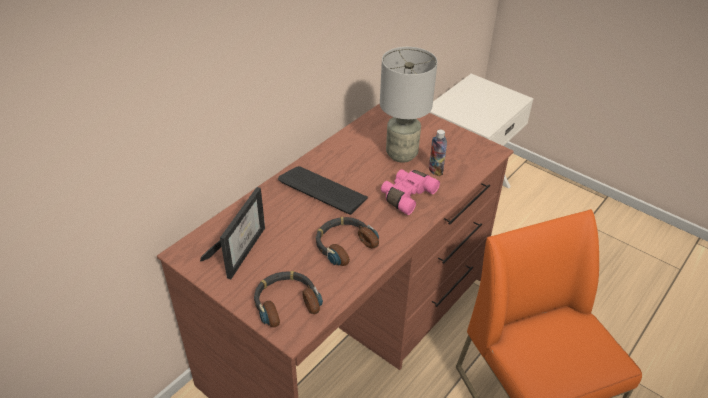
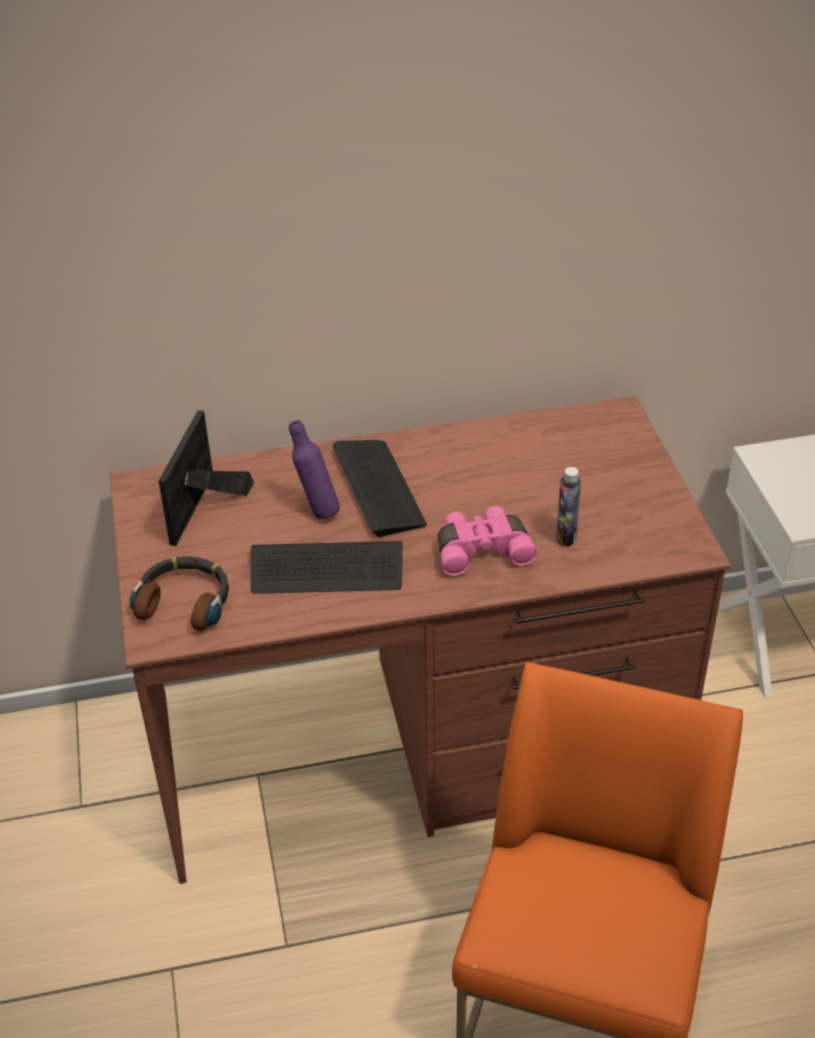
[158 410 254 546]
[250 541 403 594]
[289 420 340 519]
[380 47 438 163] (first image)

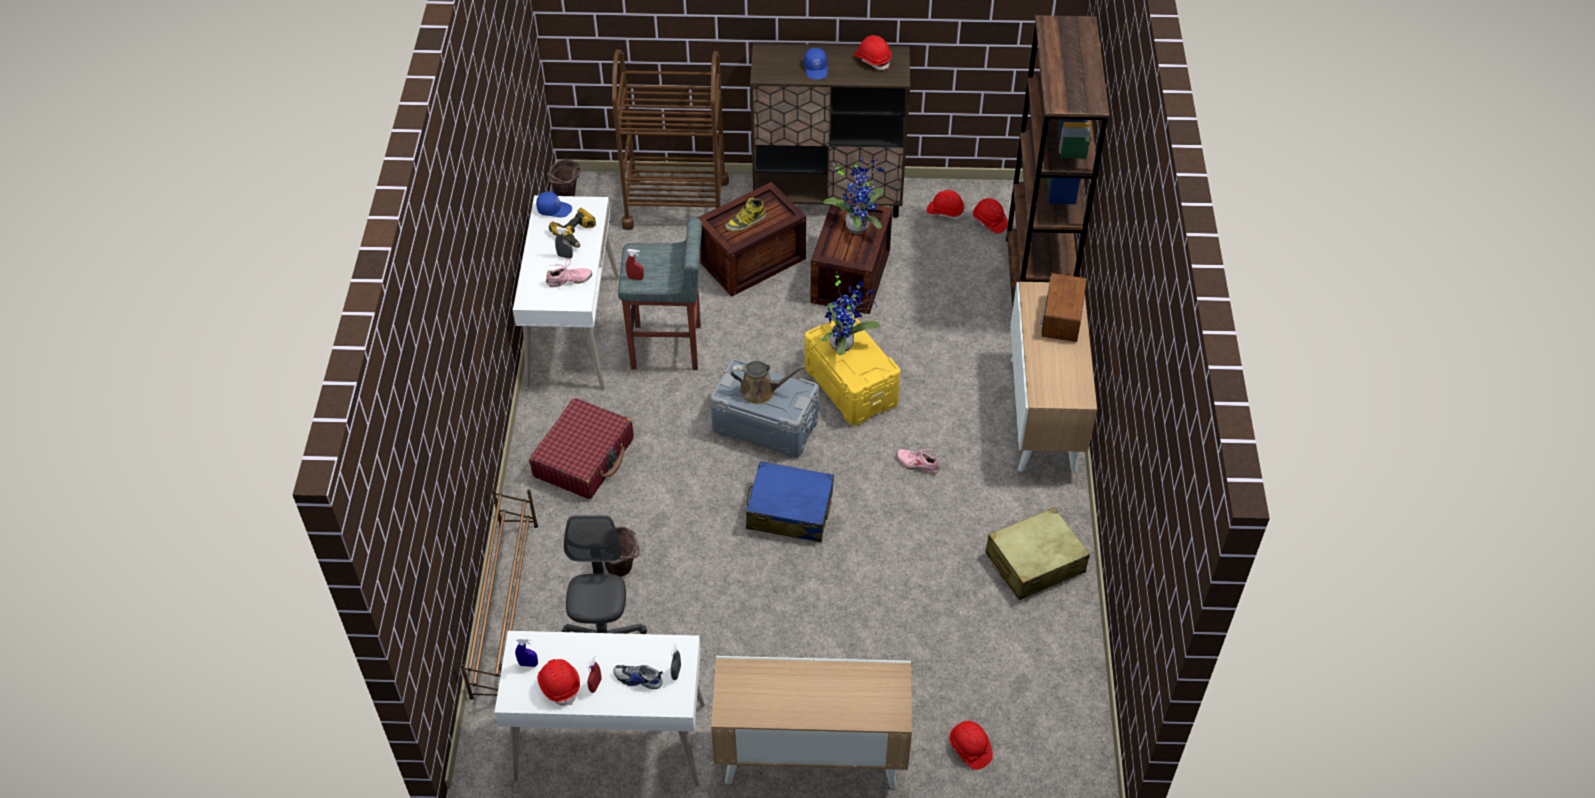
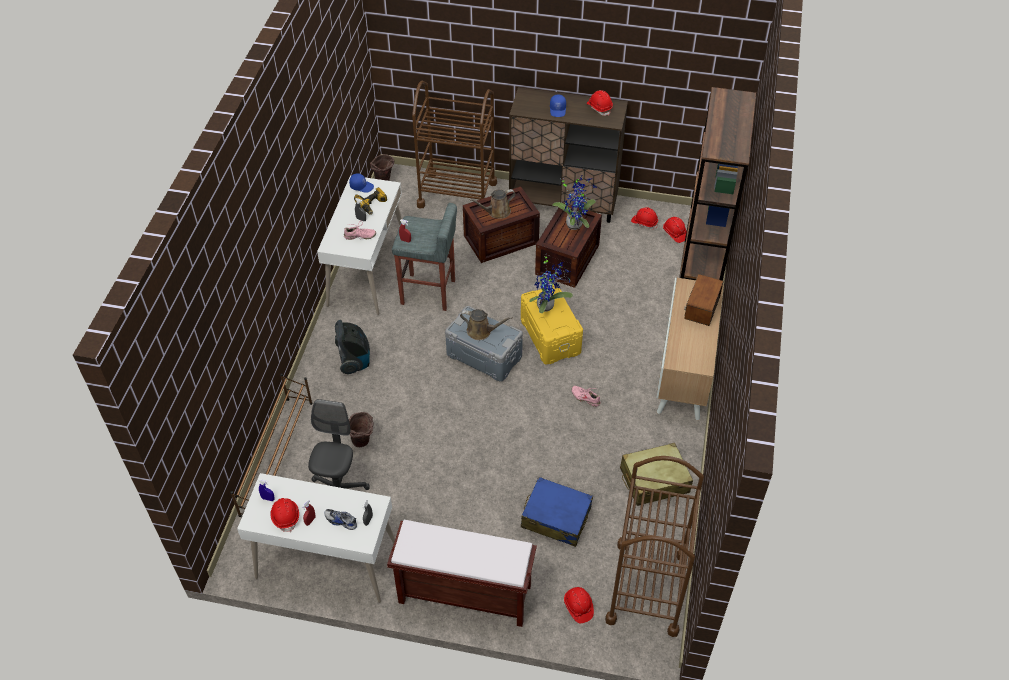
[335 320 370 374]
[387 520 537 627]
[469 189 515 218]
[521 477 593 547]
[605 456 704 637]

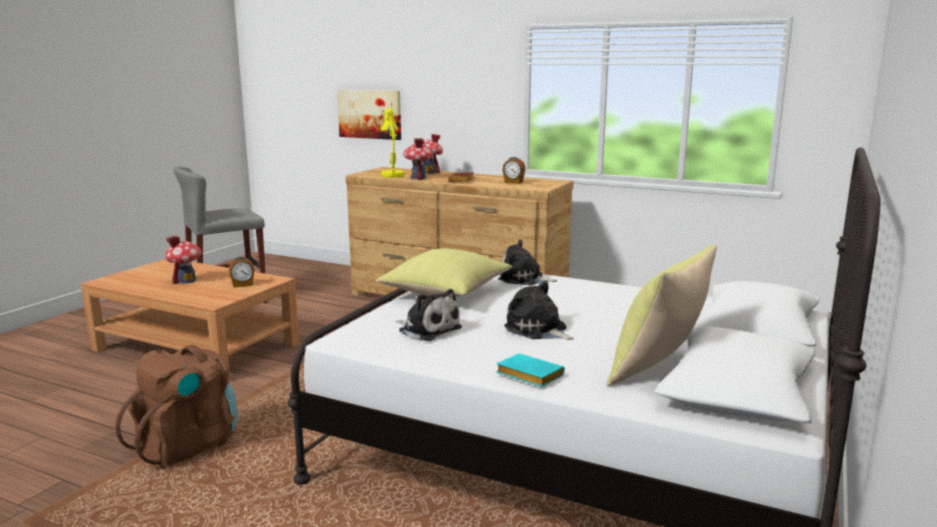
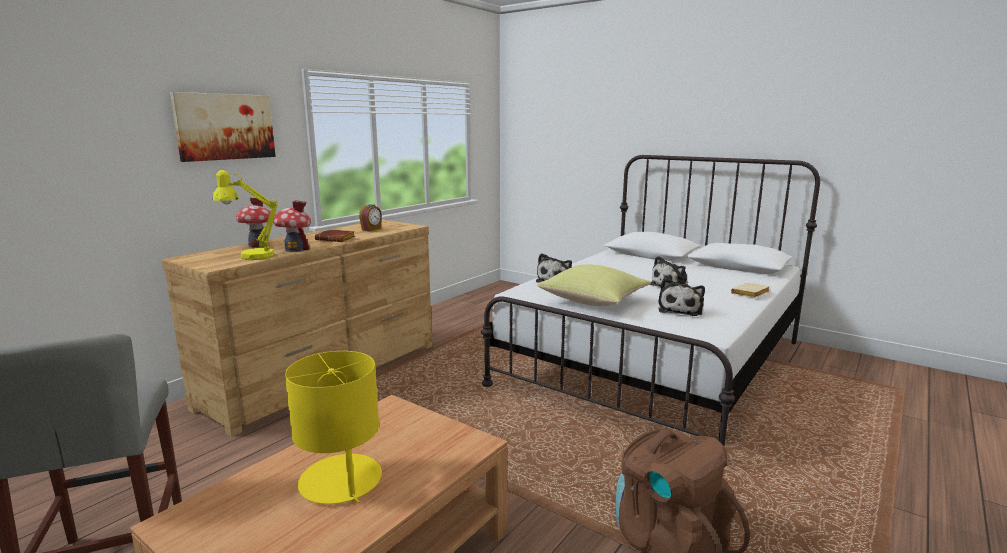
[170 92 276 162]
[285 351 382 504]
[658 278 705 316]
[731 283 770 298]
[229 257 254 287] (first image)
[607 244 717 386] (first image)

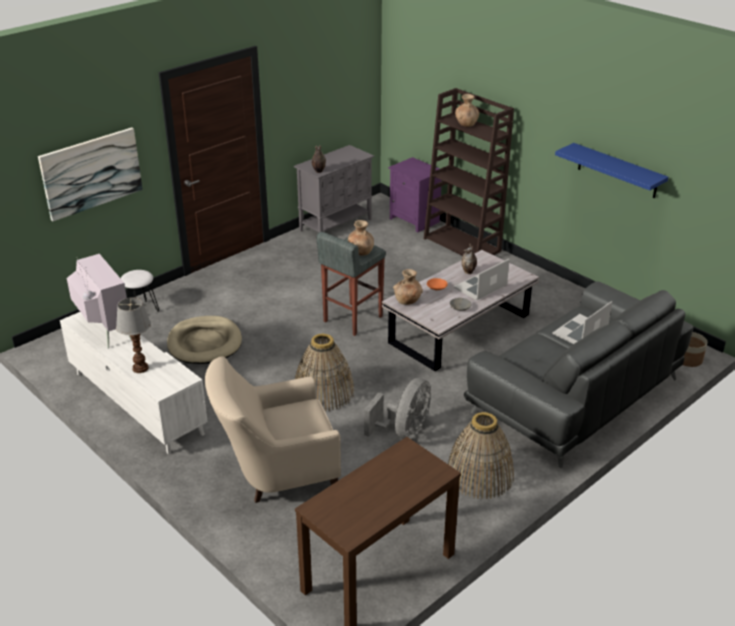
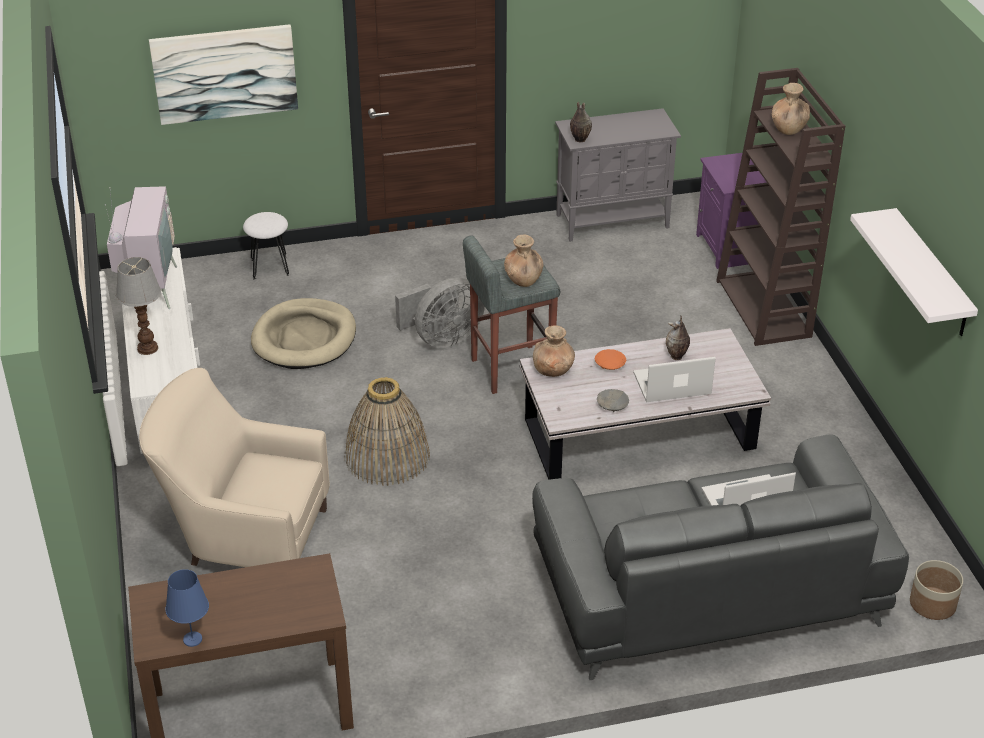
[165 569 209 647]
[395 277 485 348]
[850 208 978 336]
[448 412 514 499] (first image)

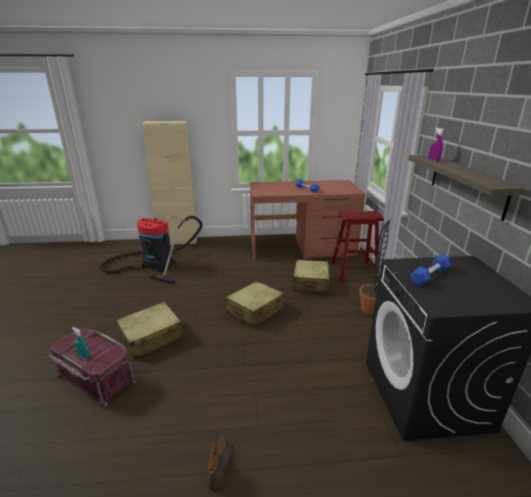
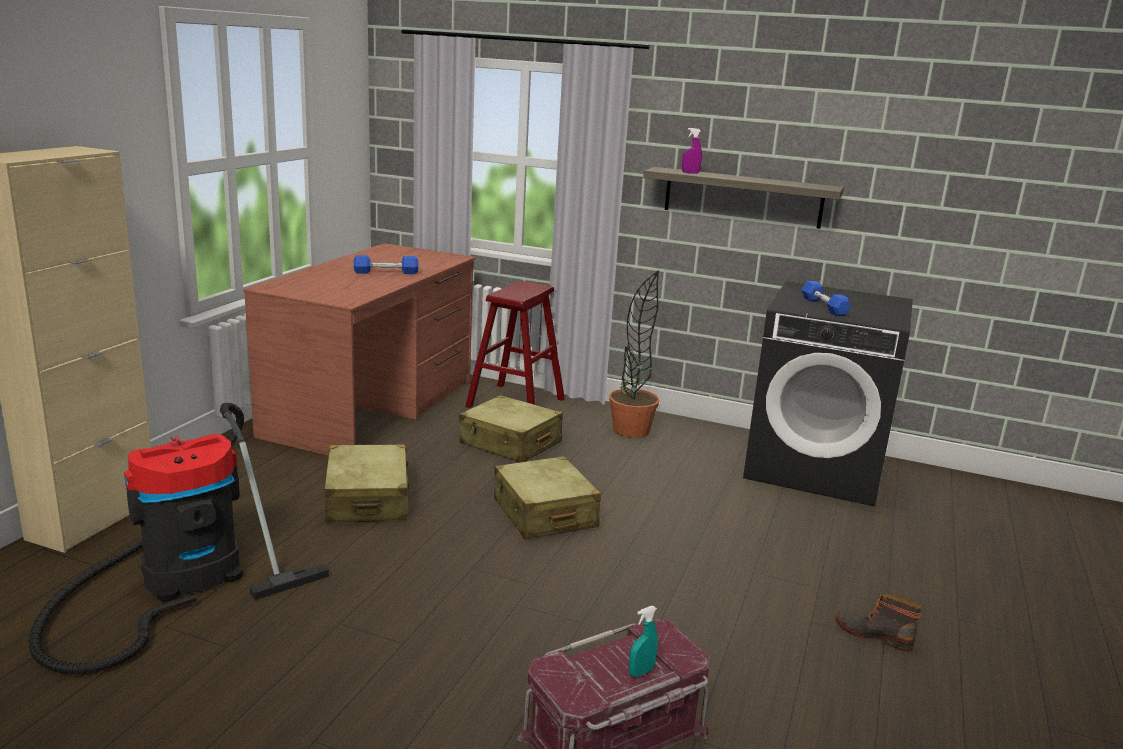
[324 444 411 522]

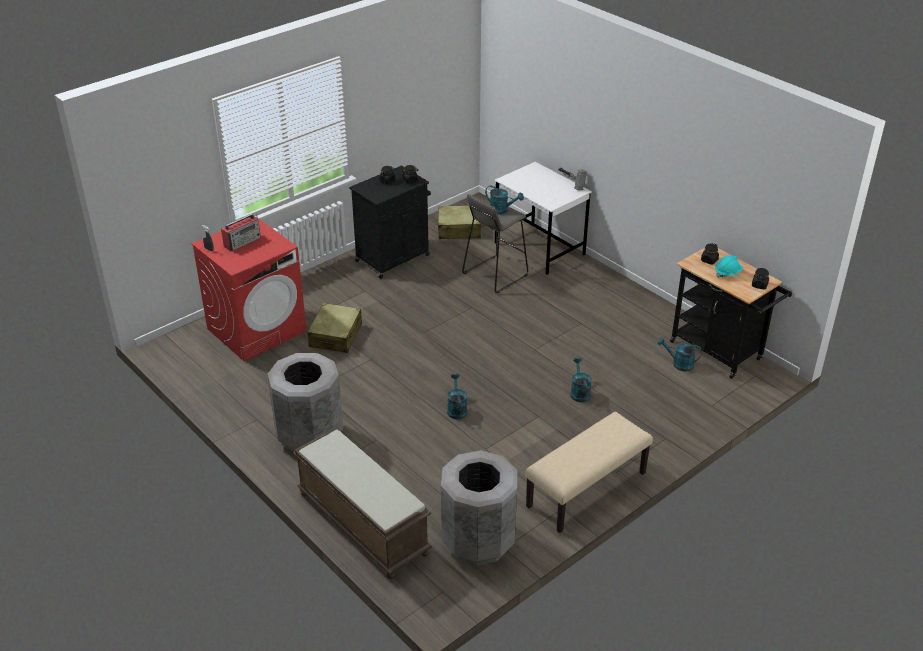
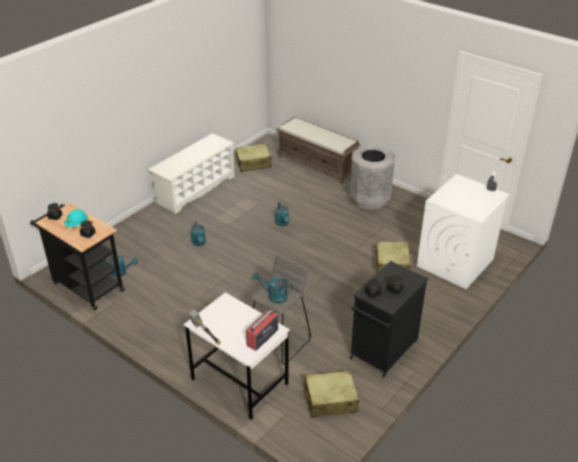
[148 133 235 214]
[235 143 272 172]
[246 310 278 351]
[417 174 510 289]

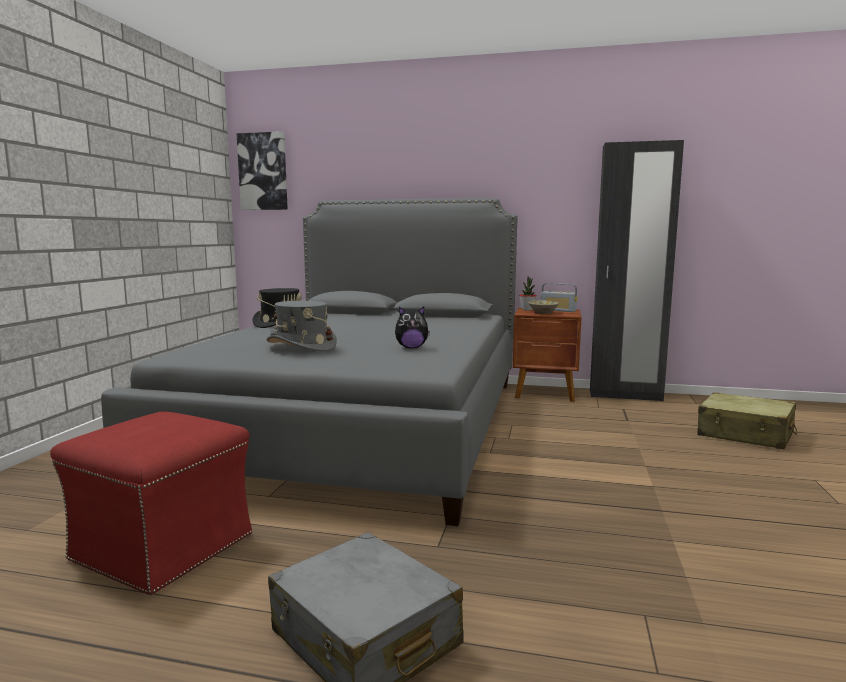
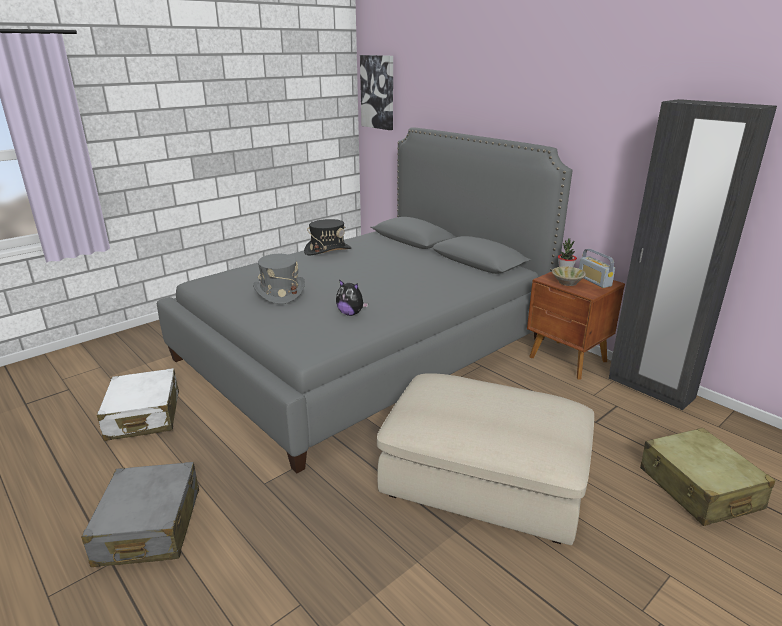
[97 368 179 441]
[377 373 594 545]

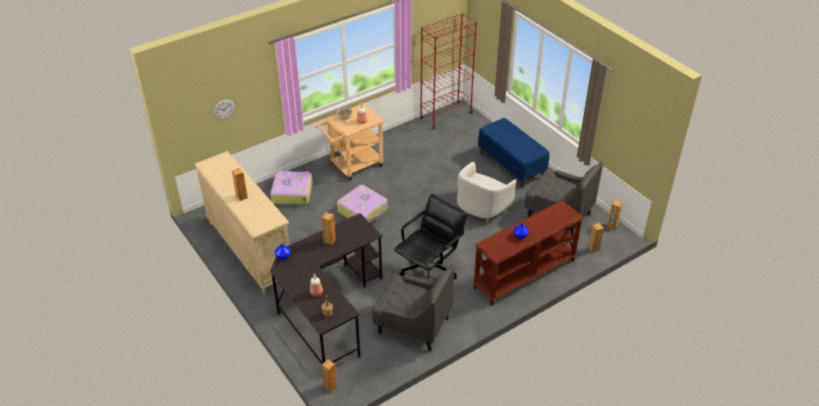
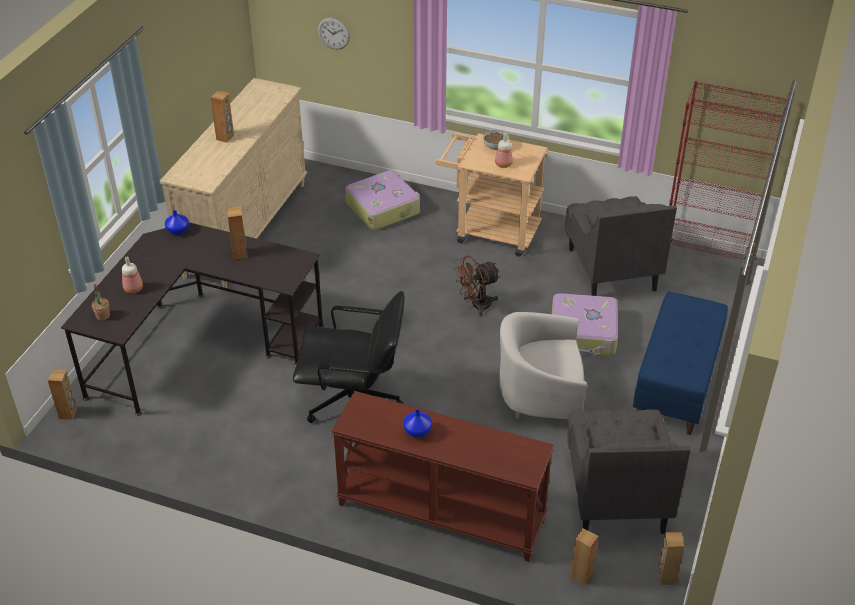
[453 255 500 316]
[552 293 618 356]
[565 196 677 296]

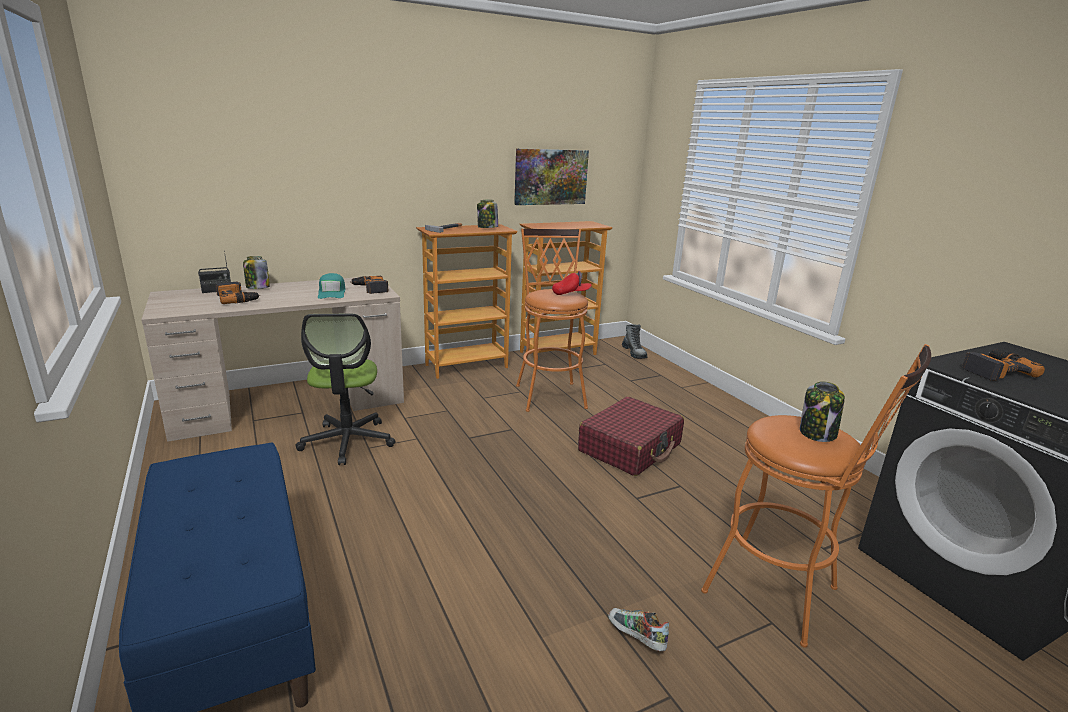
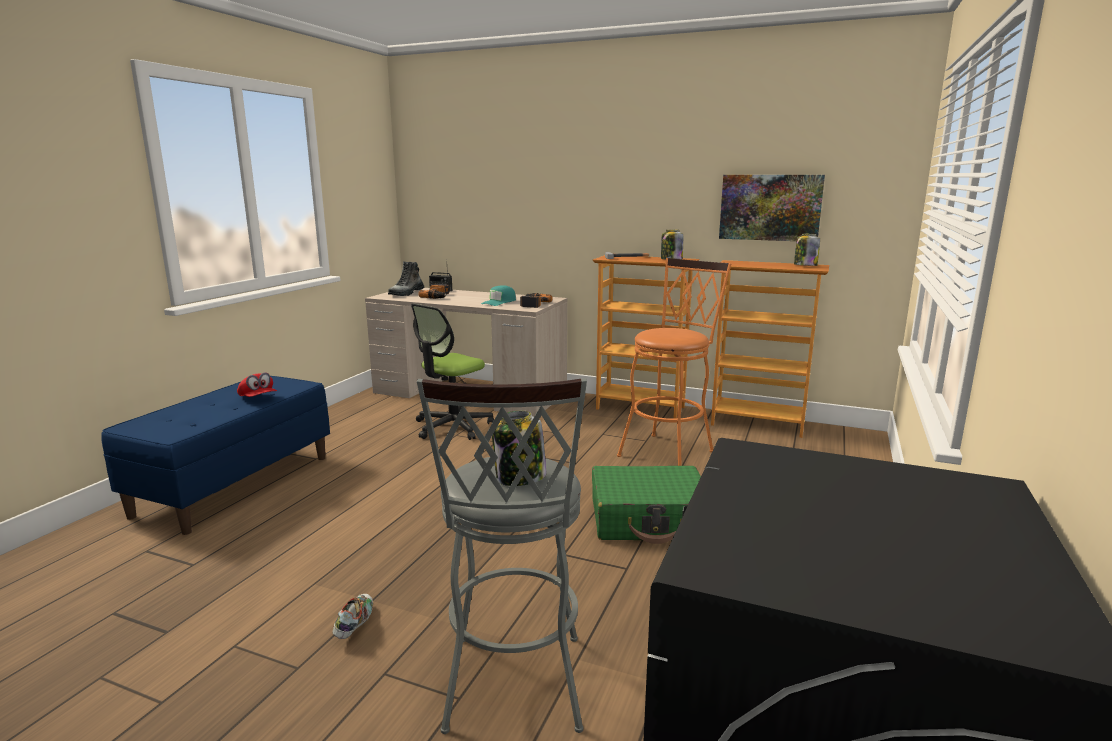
[237 372 277 397]
[388 261 424 296]
[417 378 587 734]
[592 466 701 544]
[794 233 820 266]
[962 349 1045 381] (first image)

